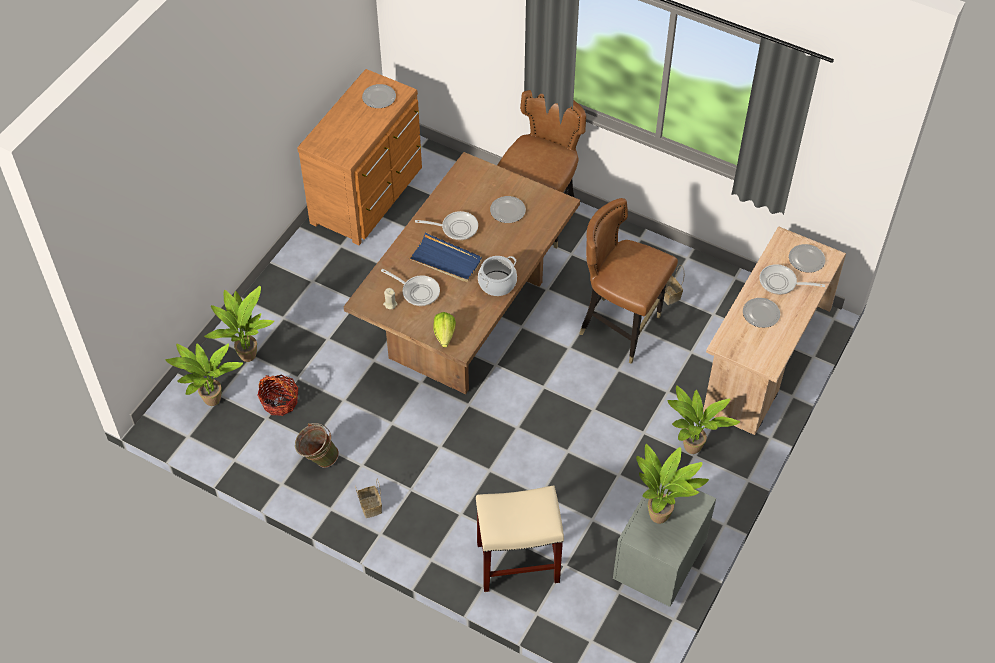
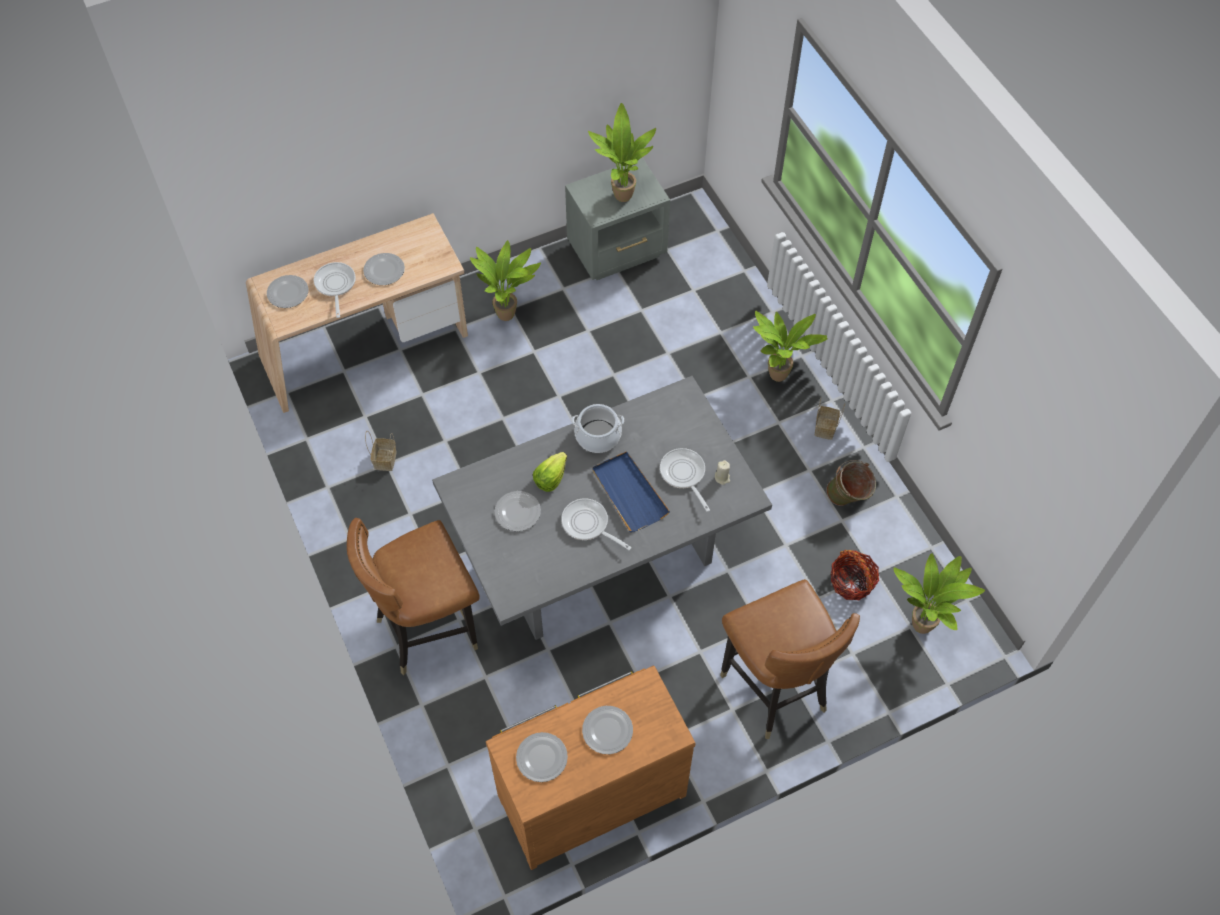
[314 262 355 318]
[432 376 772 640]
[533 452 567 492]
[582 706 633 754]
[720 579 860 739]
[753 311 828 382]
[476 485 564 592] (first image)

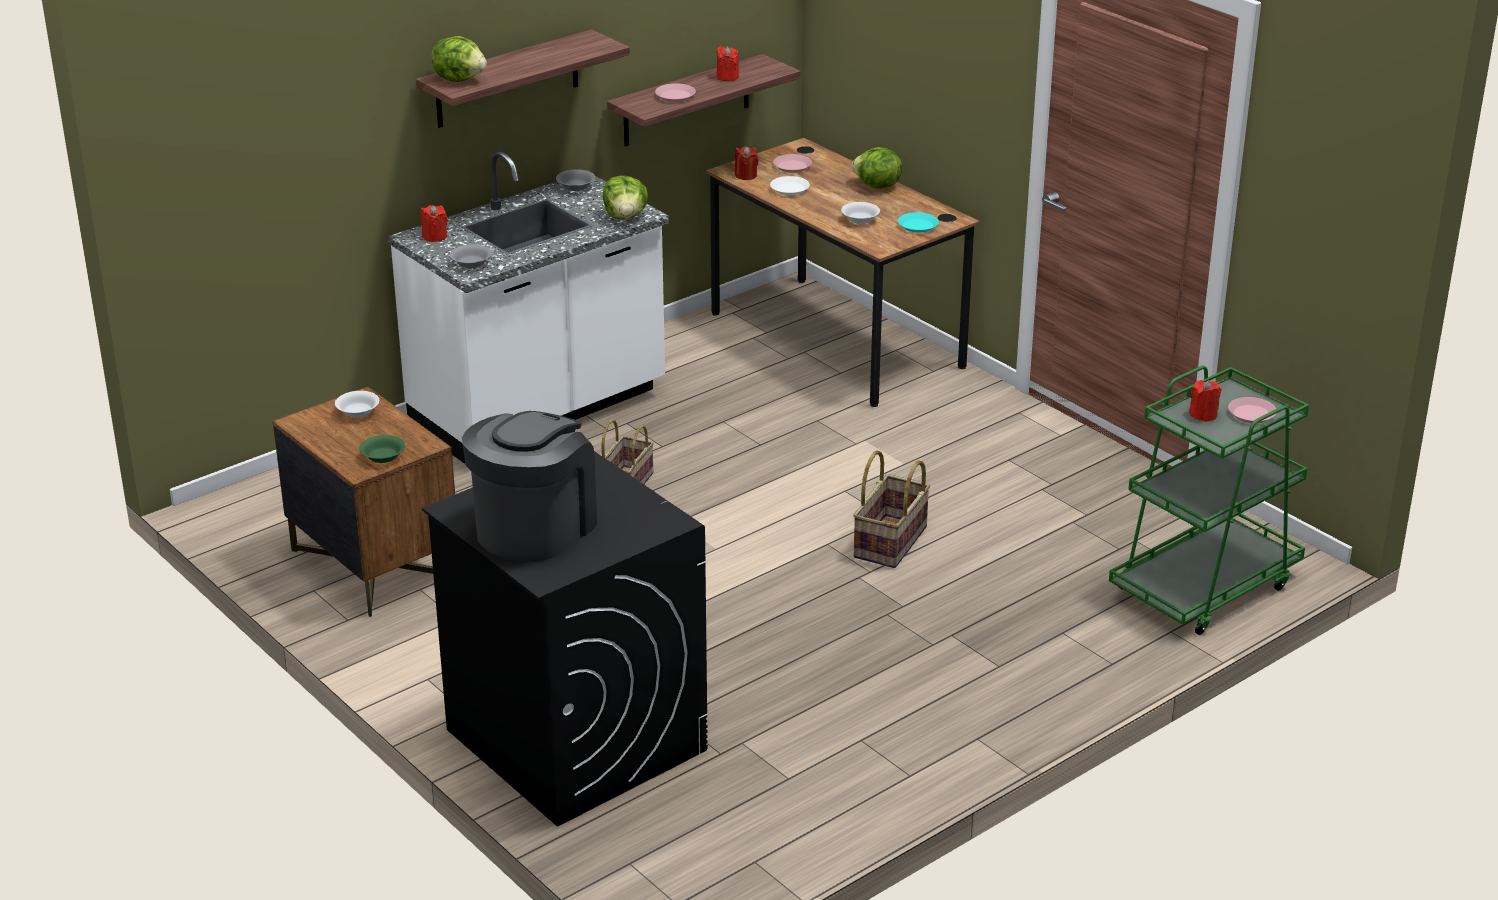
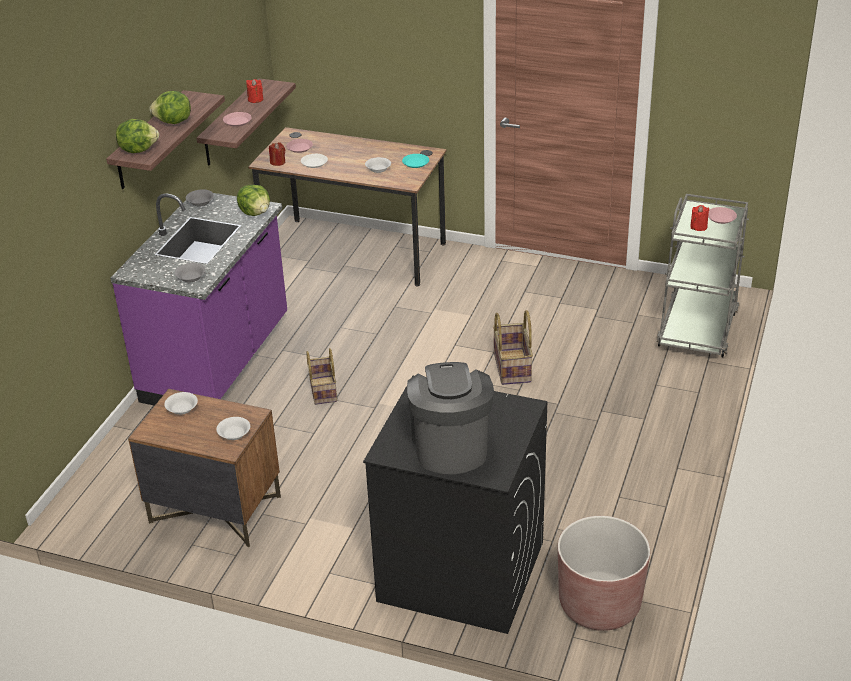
[110 193 287 406]
[149 91 191 124]
[216 417 250 440]
[558 516 650 631]
[657 194 749 357]
[421 205 448 242] (first image)

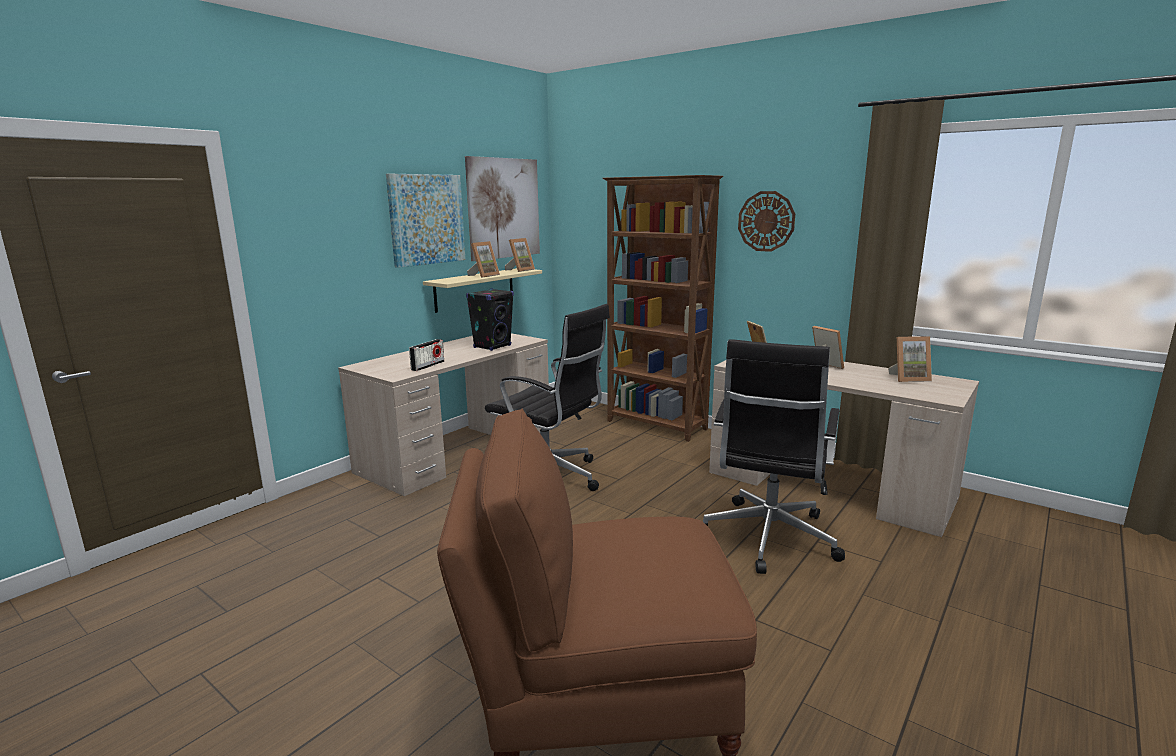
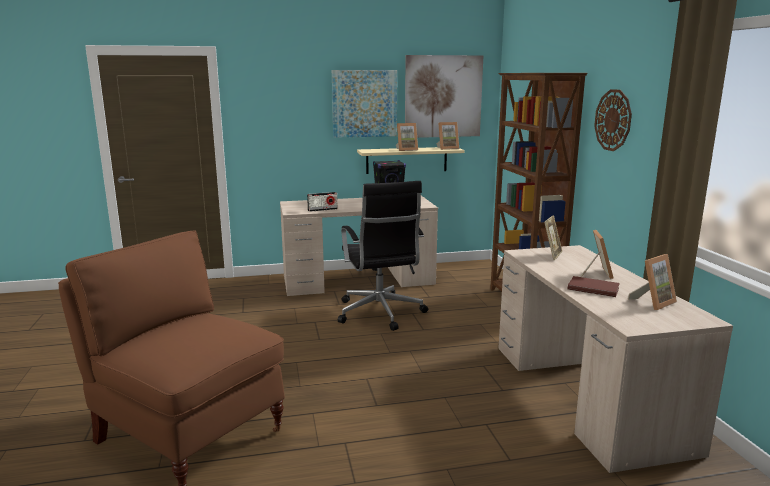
[568 276 620 297]
[628 254 677 310]
[703 339 845 574] (first image)

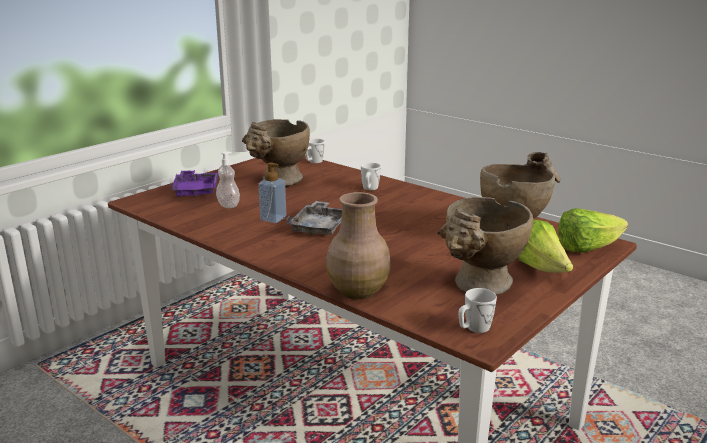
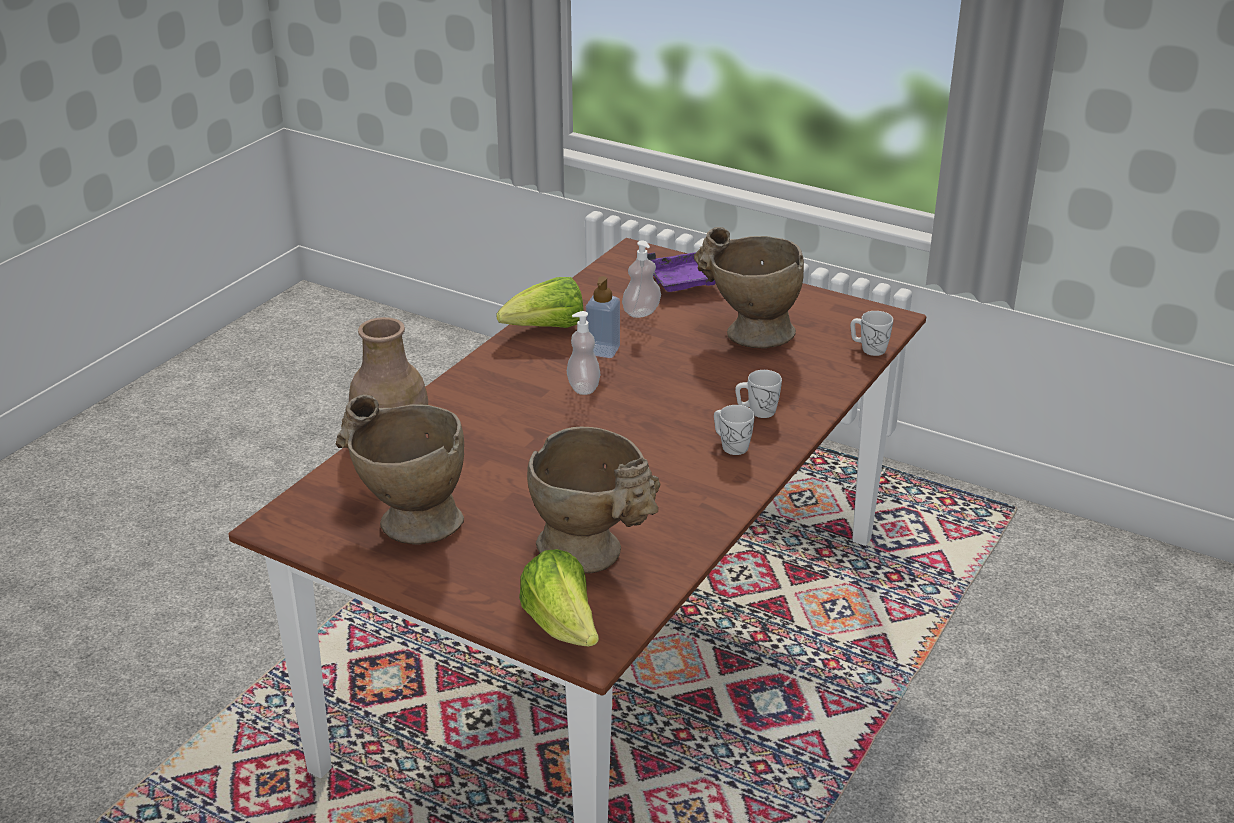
[496 277 583 328]
[567 311 601 395]
[714 405 755 455]

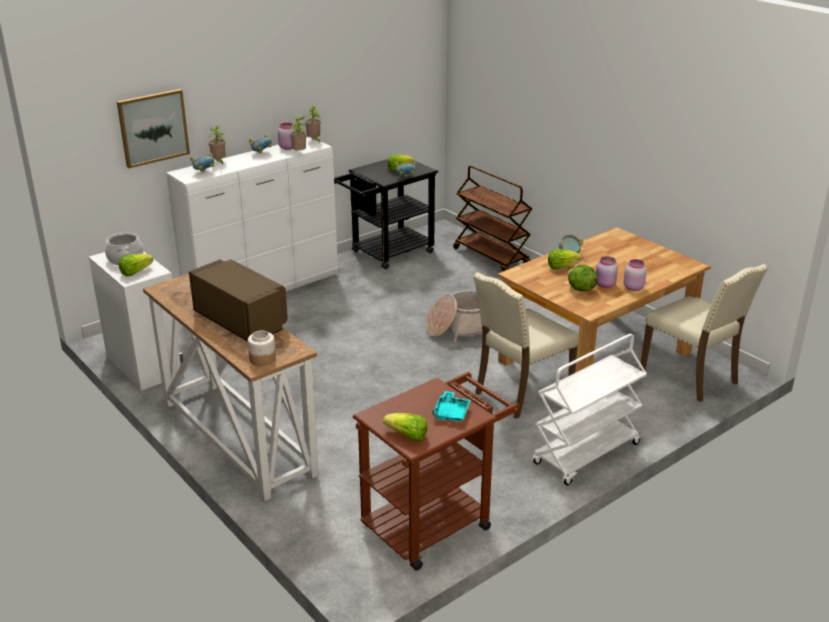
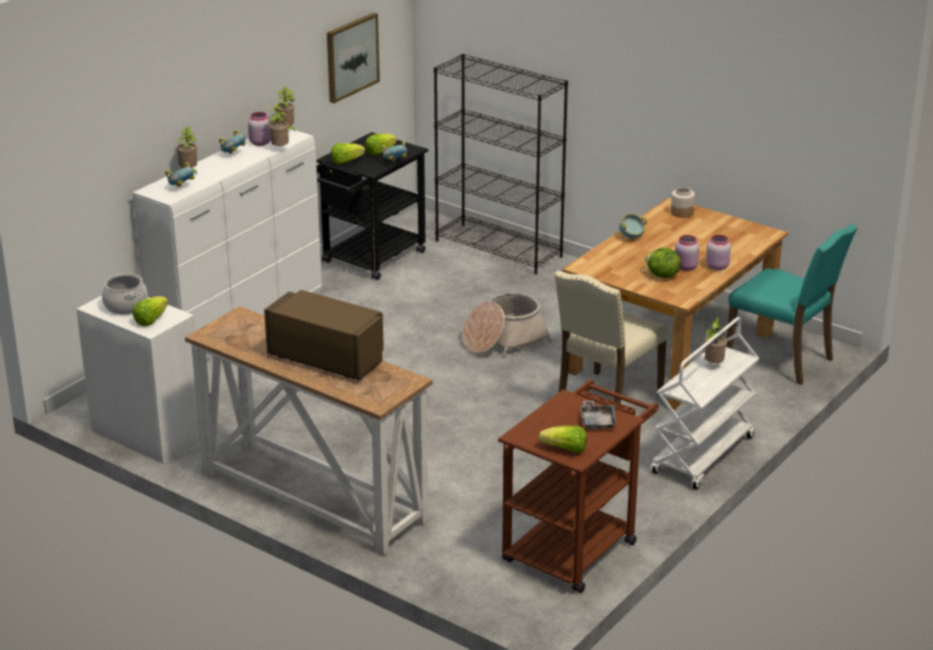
[327 13 380 103]
[331 143 365 165]
[434 54 568 274]
[581 400 617 430]
[671 187 695 218]
[704 316 727 363]
[726 224 858 385]

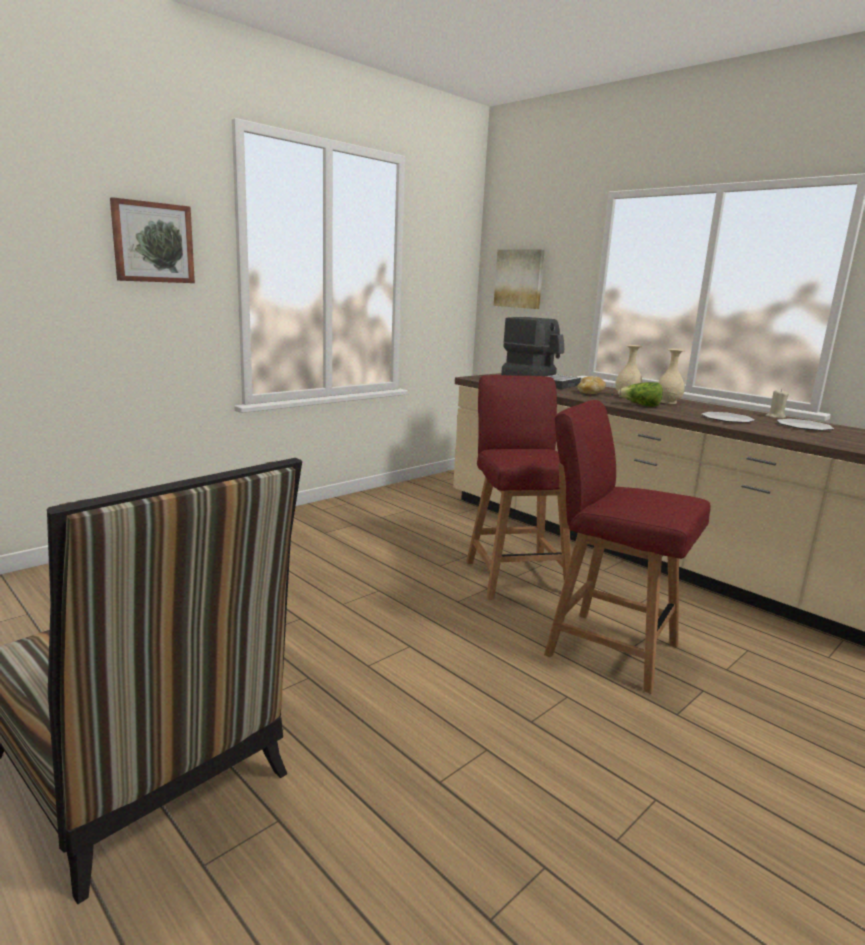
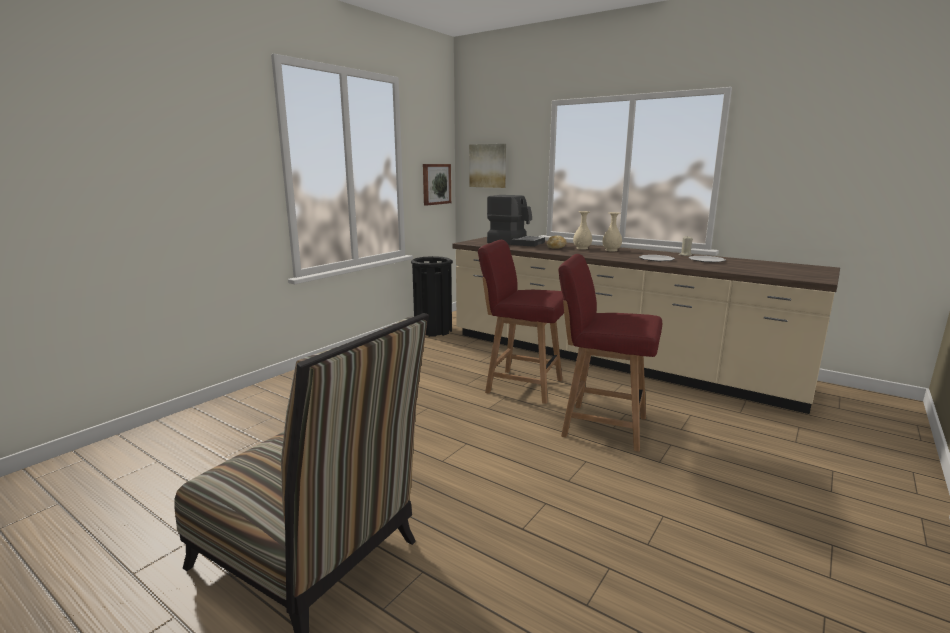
[411 256 453 337]
[423 164 451 206]
[478 240 564 404]
[618 382 663 407] (first image)

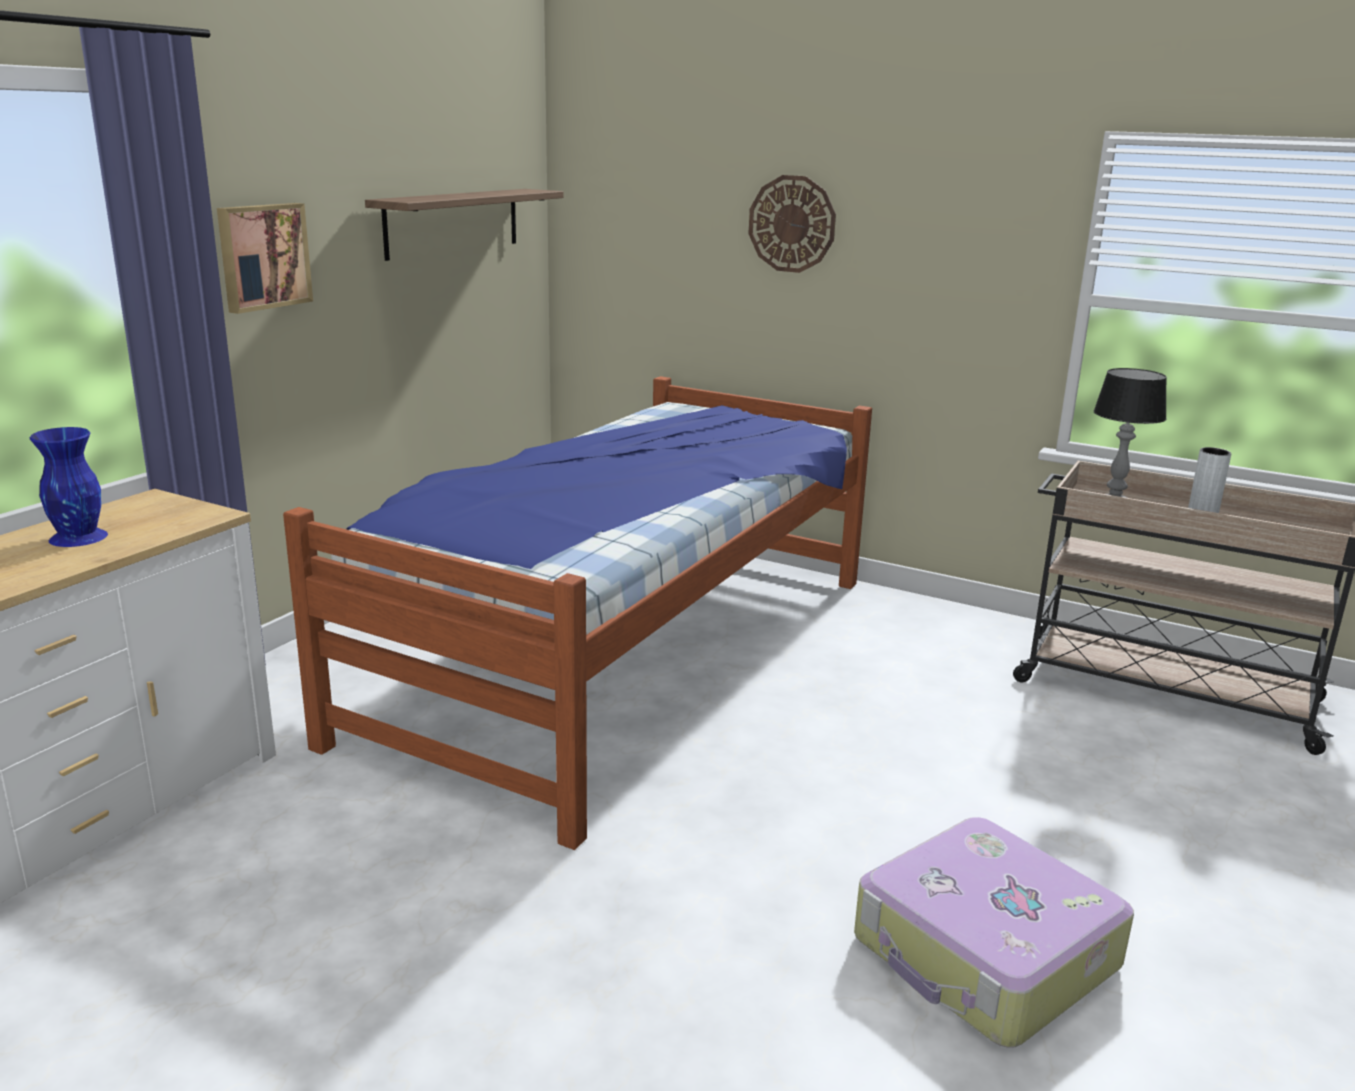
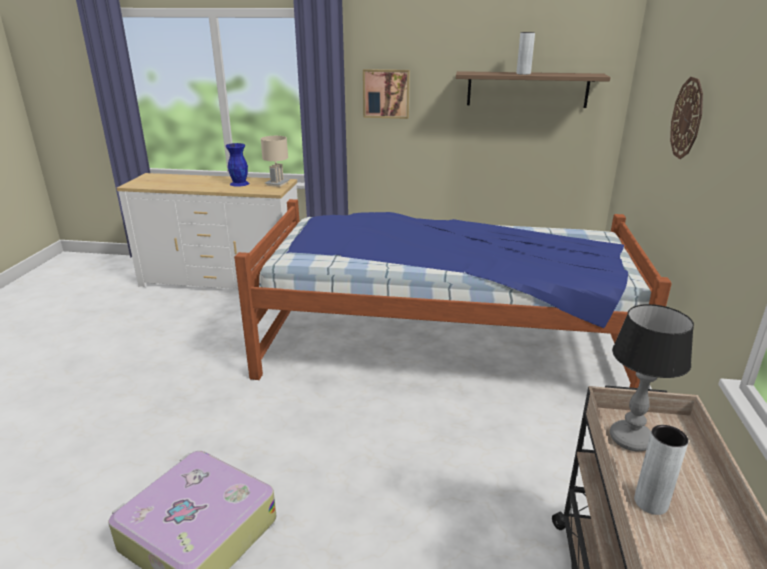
[261 136 290 187]
[516 32 535 75]

